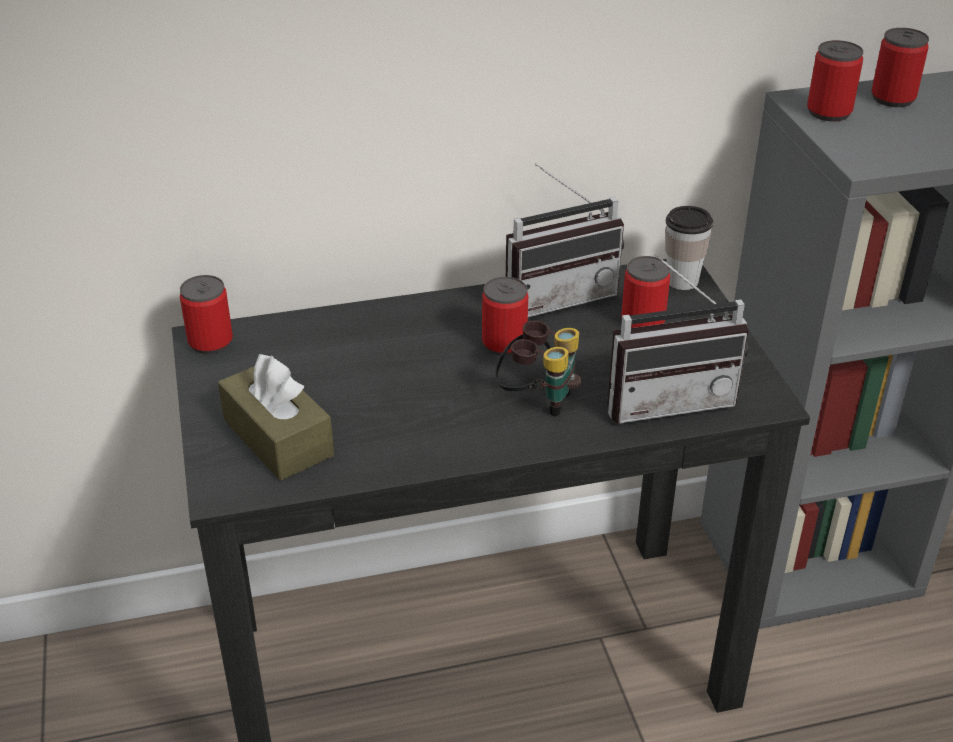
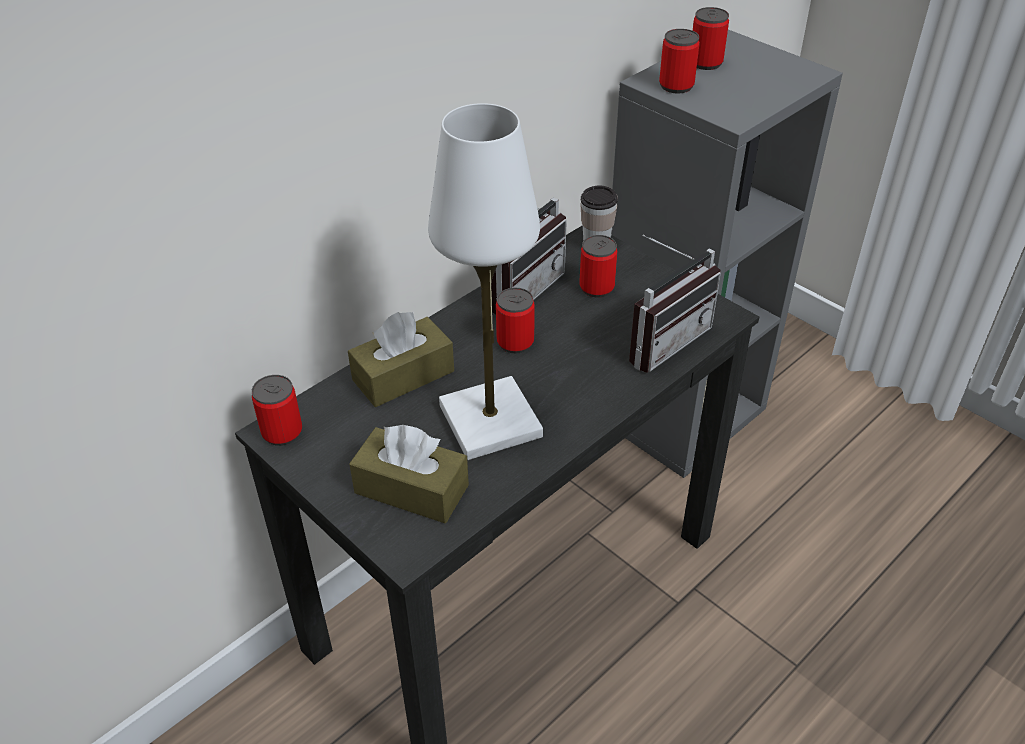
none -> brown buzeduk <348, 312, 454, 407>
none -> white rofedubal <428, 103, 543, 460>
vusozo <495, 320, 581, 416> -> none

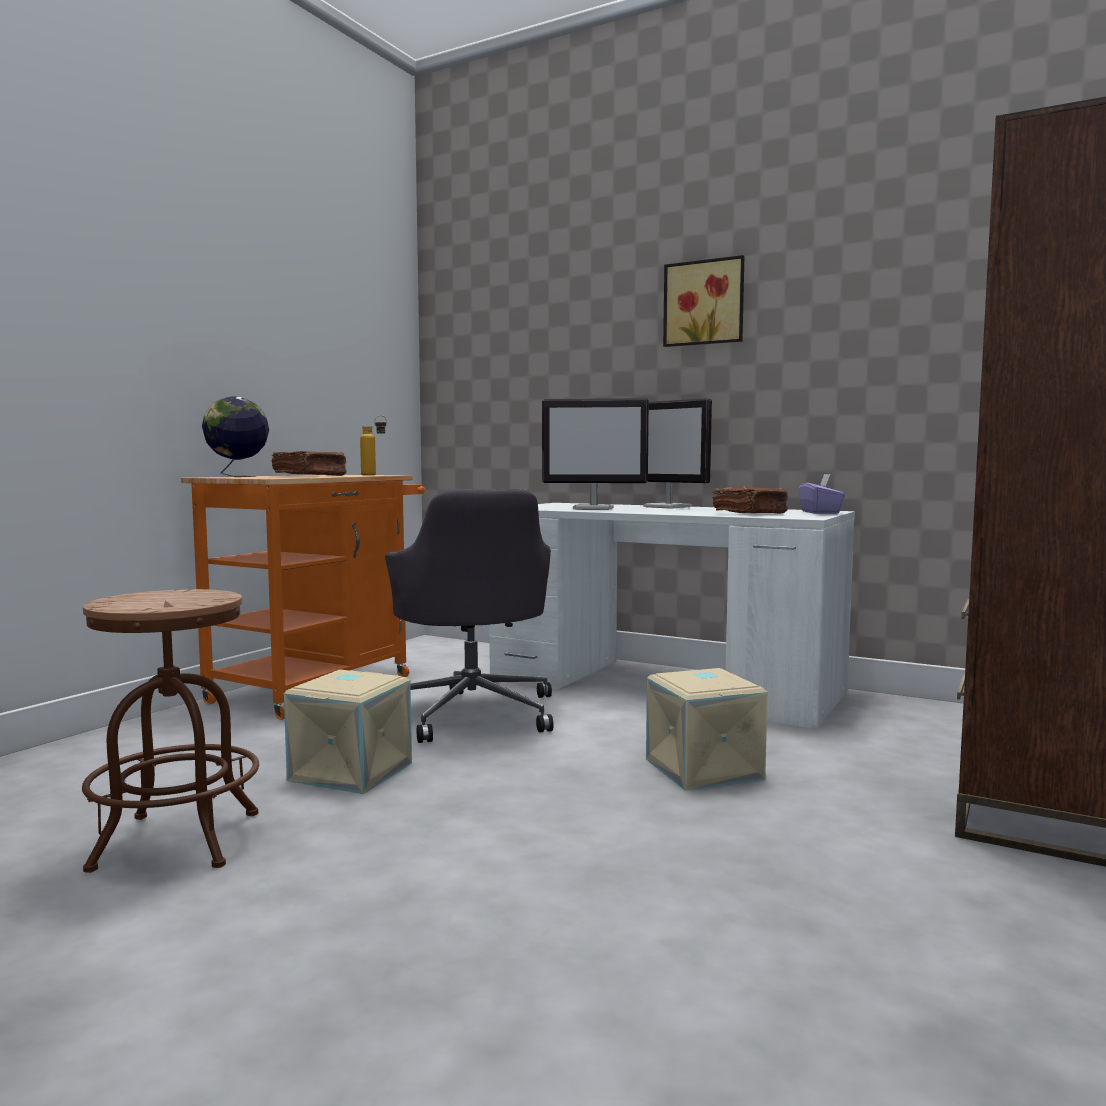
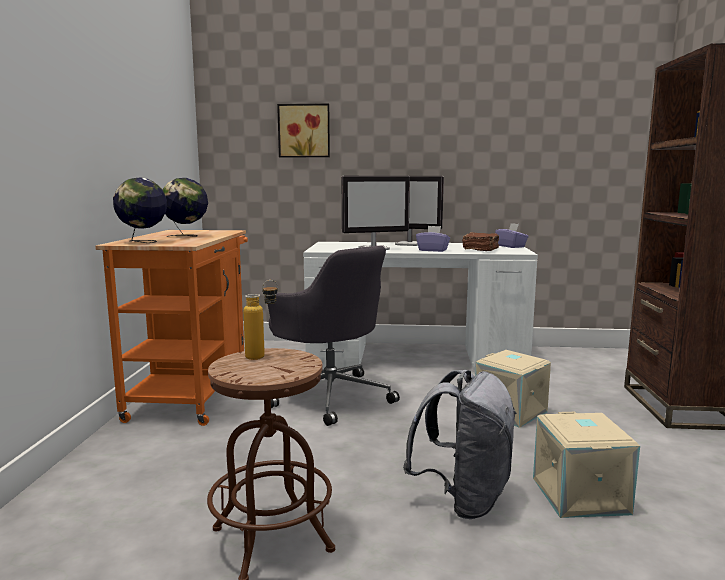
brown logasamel <271, 451, 347, 476> -> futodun <162, 178, 208, 237>
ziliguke <360, 415, 387, 475> -> ziliguke <243, 280, 278, 360>, shifted
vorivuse <663, 255, 744, 347> -> vorivuse <277, 103, 330, 157>, shifted
none -> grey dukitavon <403, 370, 517, 519>
none -> purple buzeduk <416, 226, 450, 252>
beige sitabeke <284, 669, 412, 794> -> beige sitabeke <533, 412, 640, 518>, shifted

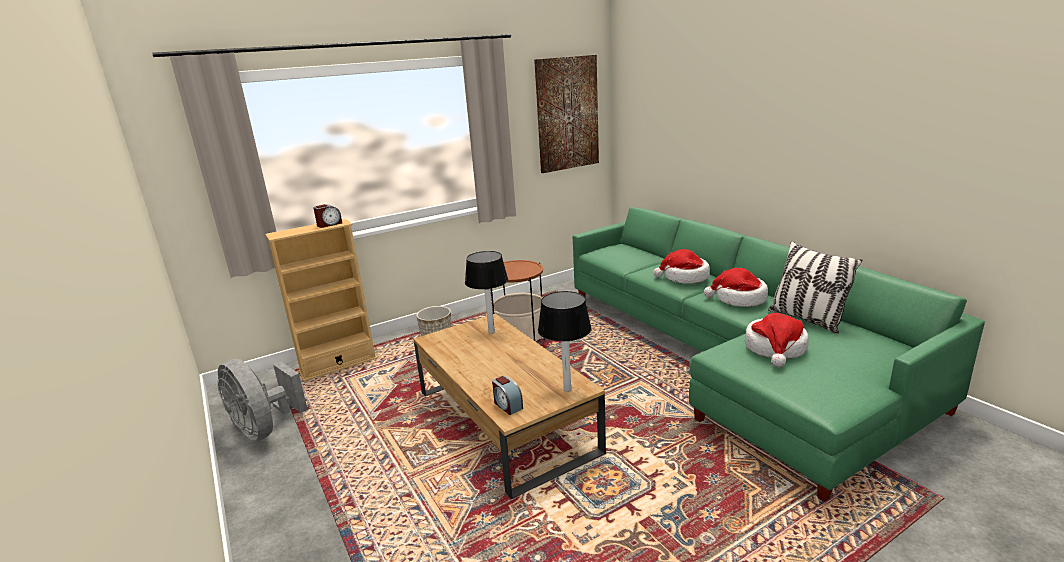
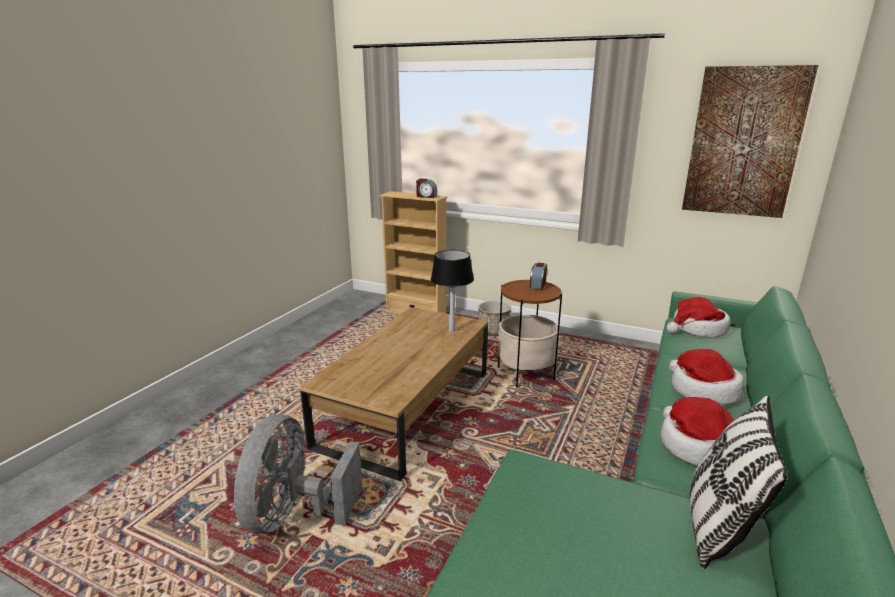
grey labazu <218, 359, 308, 442> -> grey labazu <234, 414, 362, 534>, shifted
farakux <492, 375, 523, 415> -> farakux <530, 263, 547, 290>, shifted
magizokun <745, 313, 809, 367> -> magizokun <667, 297, 731, 337>, shifted
rofedubal <538, 291, 592, 392> -> none

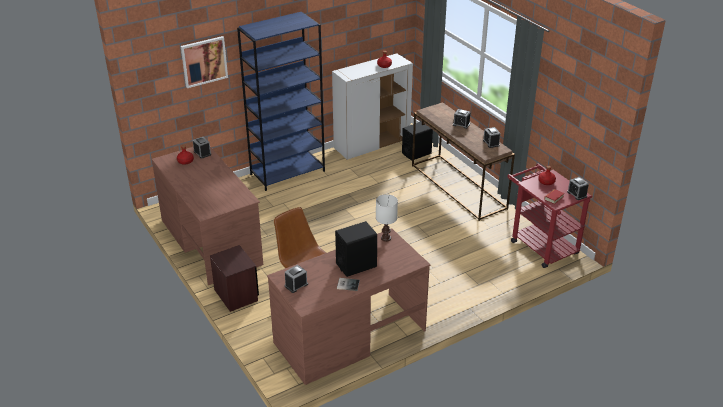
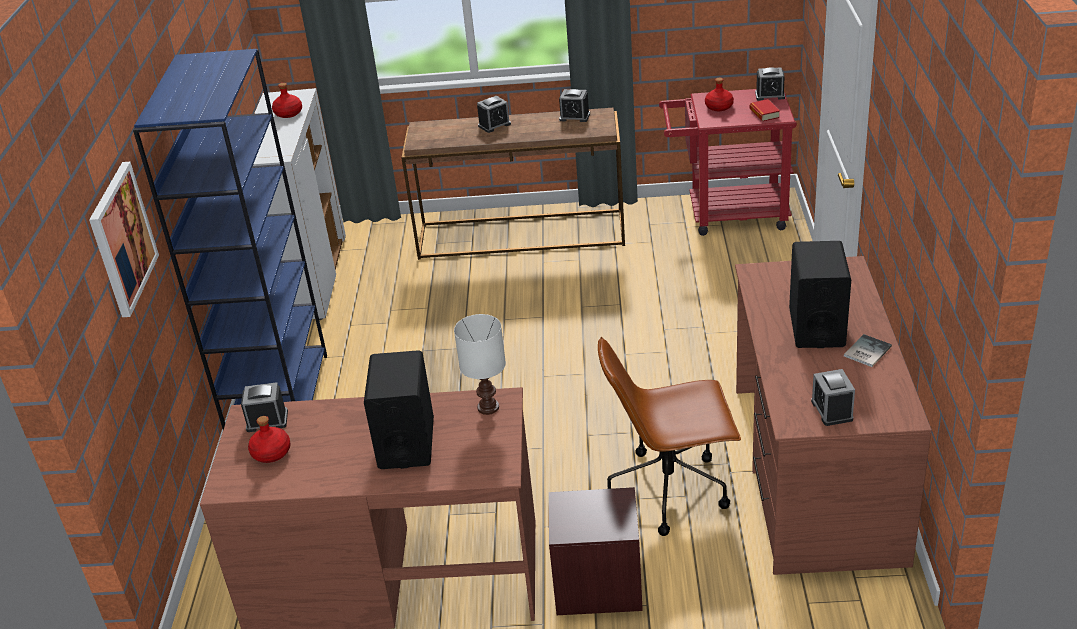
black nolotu <402, 122, 433, 161> -> black nolotu <364, 350, 434, 469>, shifted
white rofedubal <376, 194, 398, 242> -> white rofedubal <454, 314, 506, 415>, shifted

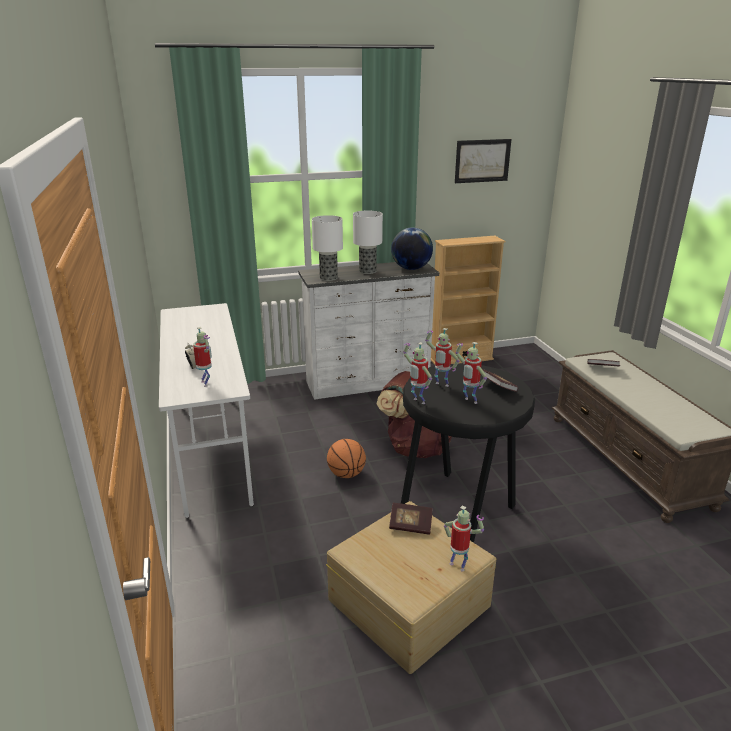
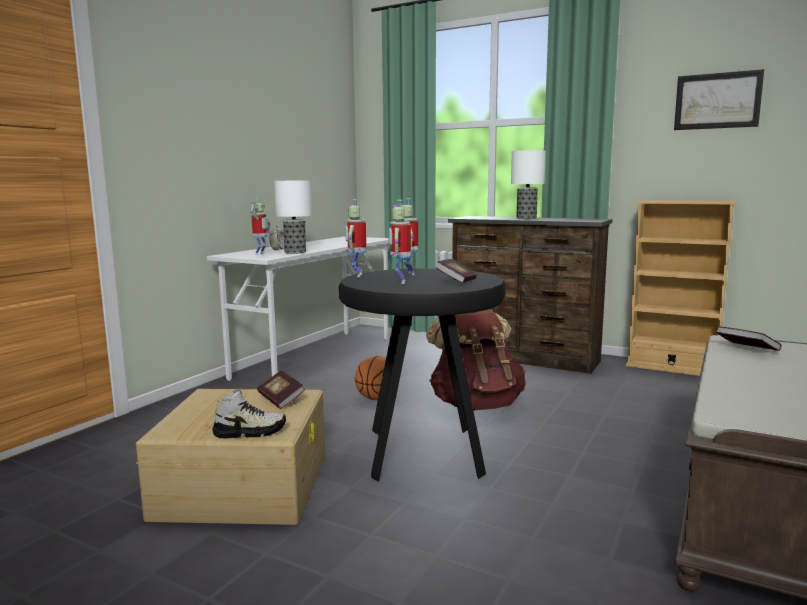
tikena <444, 505, 484, 572> -> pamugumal <213, 389, 286, 439>
rofedubal <312, 215, 343, 281> -> rofedubal <274, 180, 312, 254>, shifted
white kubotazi <298, 262, 439, 400> -> brown kubotazi <448, 216, 613, 374>
futodun <391, 227, 433, 270> -> none

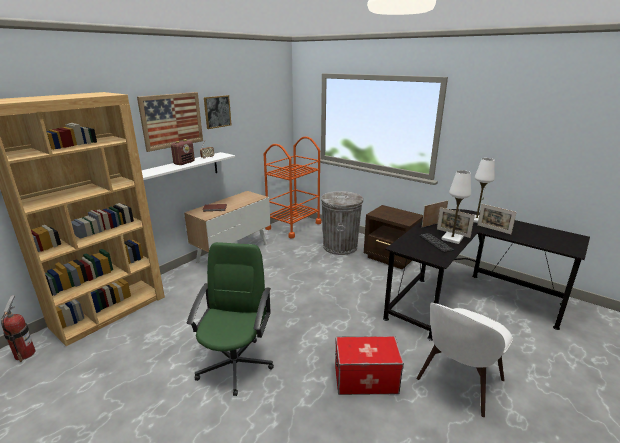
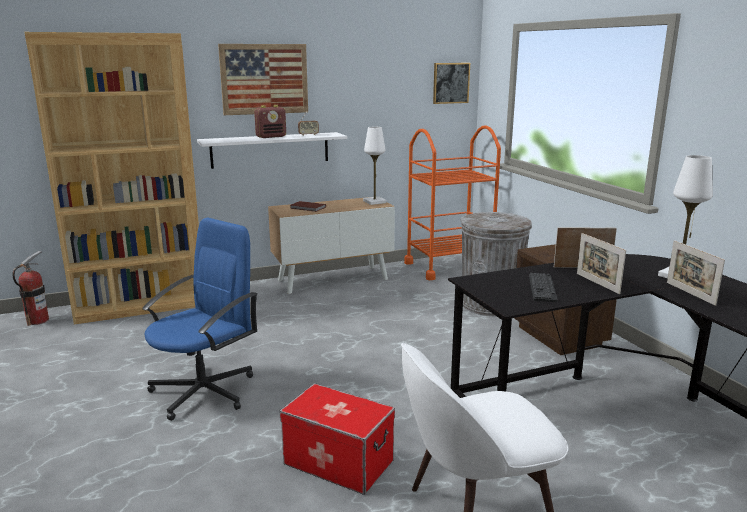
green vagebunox <187, 242, 274, 396> -> blue vagebunox <142, 218, 257, 421>
white rofedubal <442, 170, 471, 244> -> white rofedubal <363, 127, 387, 205>, shifted
vorivuse <204, 95, 232, 129> -> vorivuse <433, 63, 470, 104>, shifted

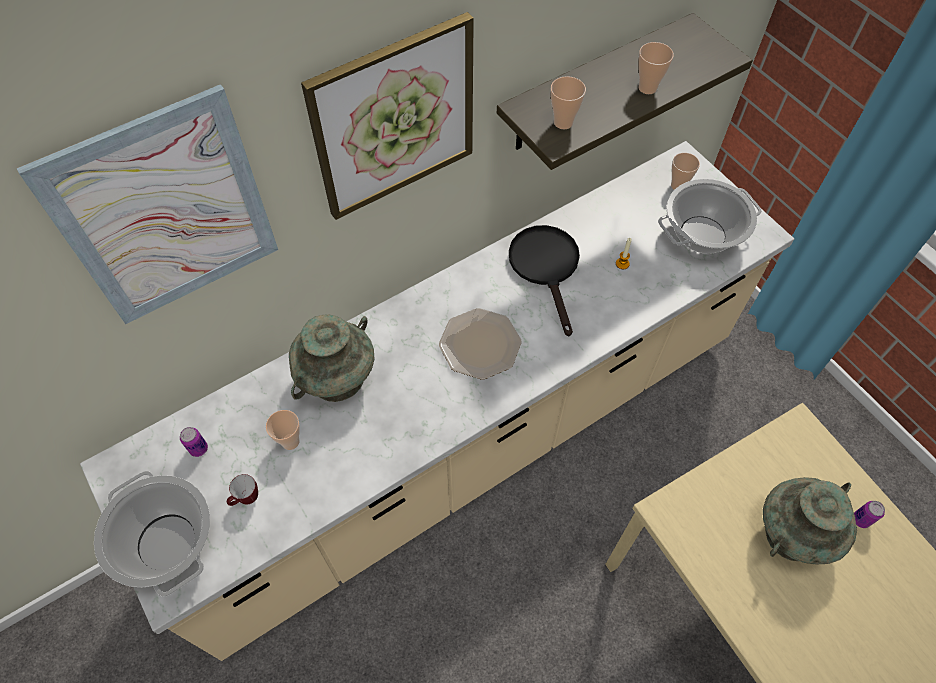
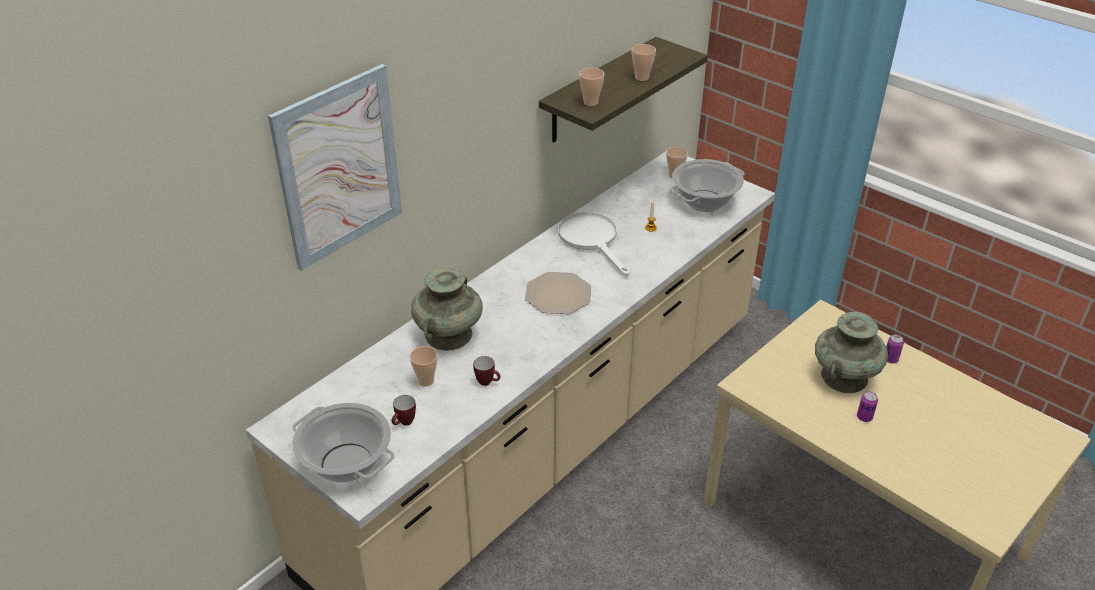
none -> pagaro <473, 356, 501, 386>
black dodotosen <509, 225, 580, 337> -> white dodotosen <558, 212, 629, 276>
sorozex <180, 427, 208, 457> -> sorozex <857, 391, 878, 422>, shifted
vorivuse <301, 12, 474, 220> -> none

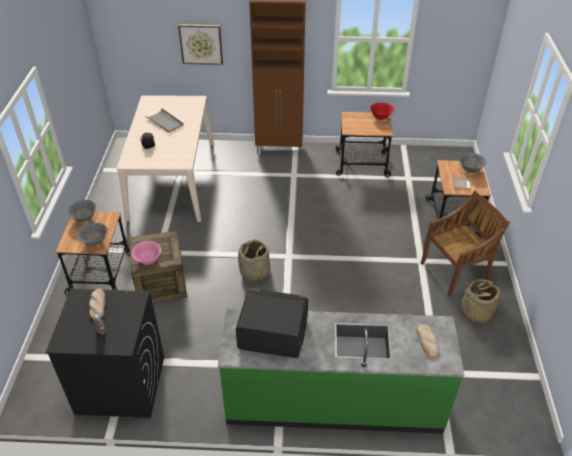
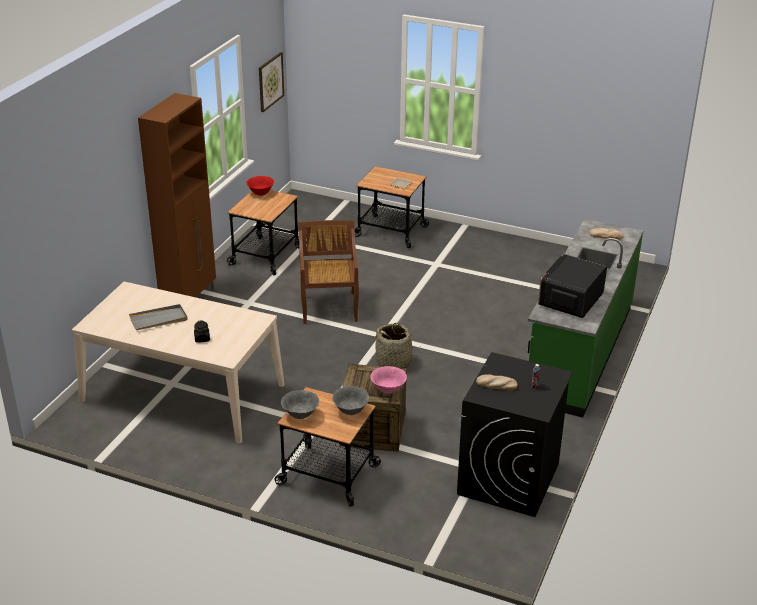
vorivuse <178, 24, 223, 65> -> vorivuse <259, 52, 284, 112>, shifted
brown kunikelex <421, 190, 510, 296> -> brown kunikelex <298, 220, 359, 324>, shifted
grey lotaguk <459, 153, 486, 173> -> none
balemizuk <461, 279, 500, 323> -> none

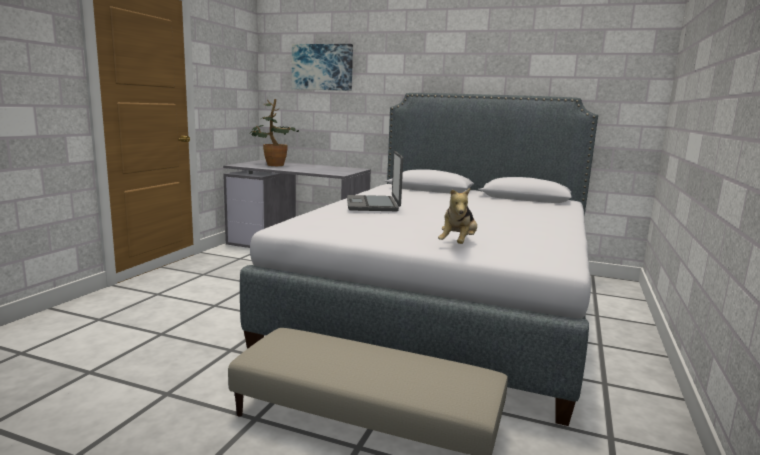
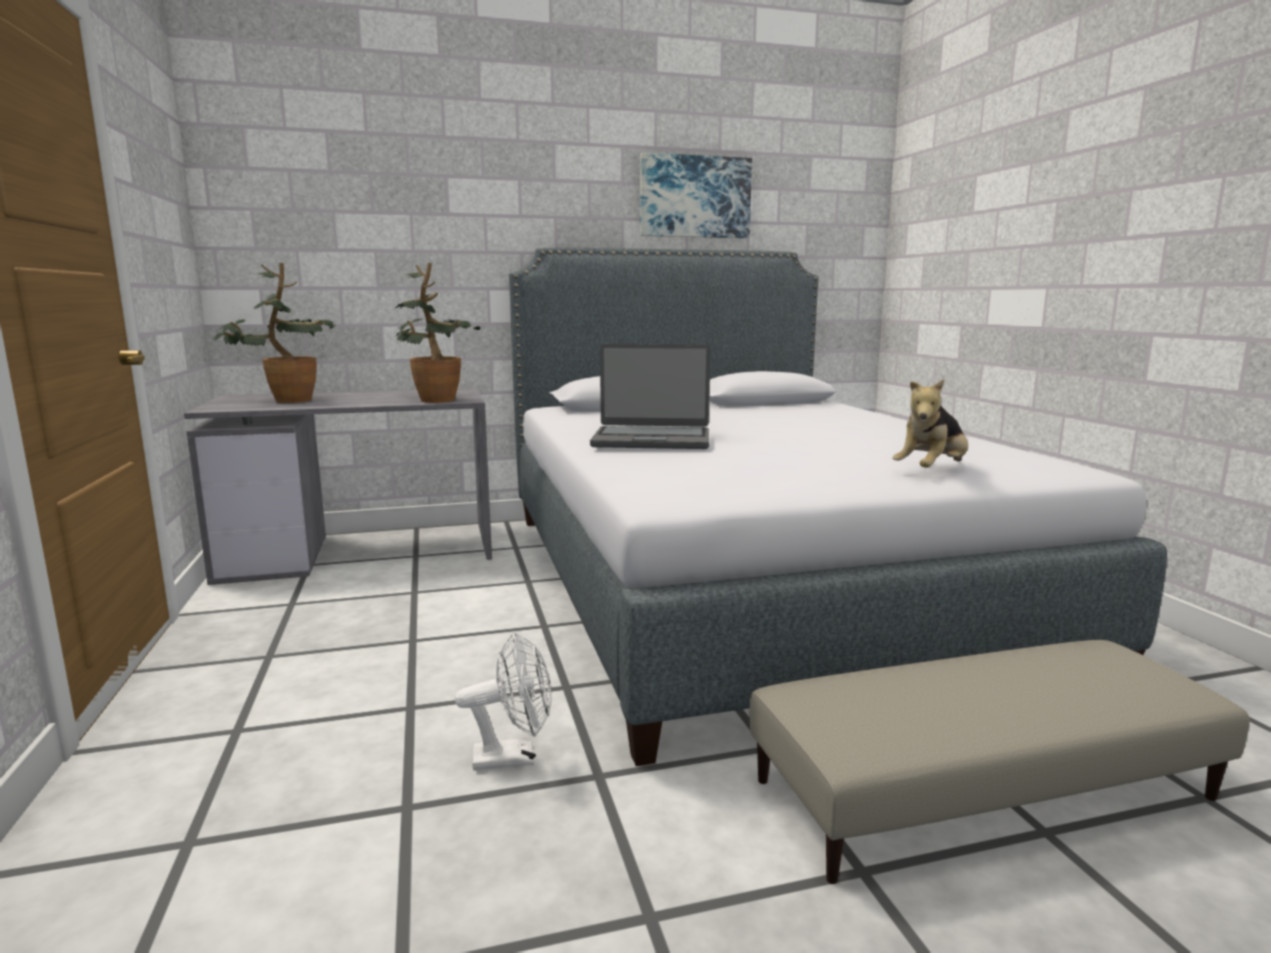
none -> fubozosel <395, 263, 480, 403>
none -> white labazu <455, 632, 552, 771>
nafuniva <347, 151, 403, 211> -> nafuniva <590, 344, 710, 449>, 45 degrees counterclockwise
vorivuse <292, 44, 353, 91> -> vorivuse <640, 153, 752, 238>, shifted
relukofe <438, 188, 477, 244> -> relukofe <892, 379, 968, 467>, 60 degrees clockwise

